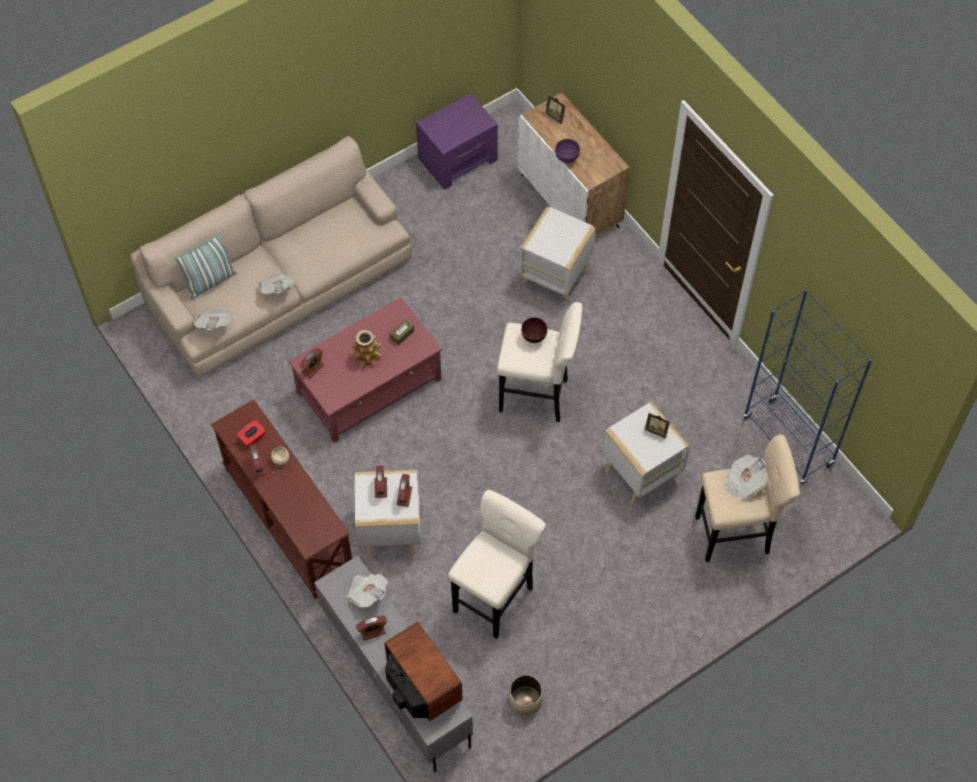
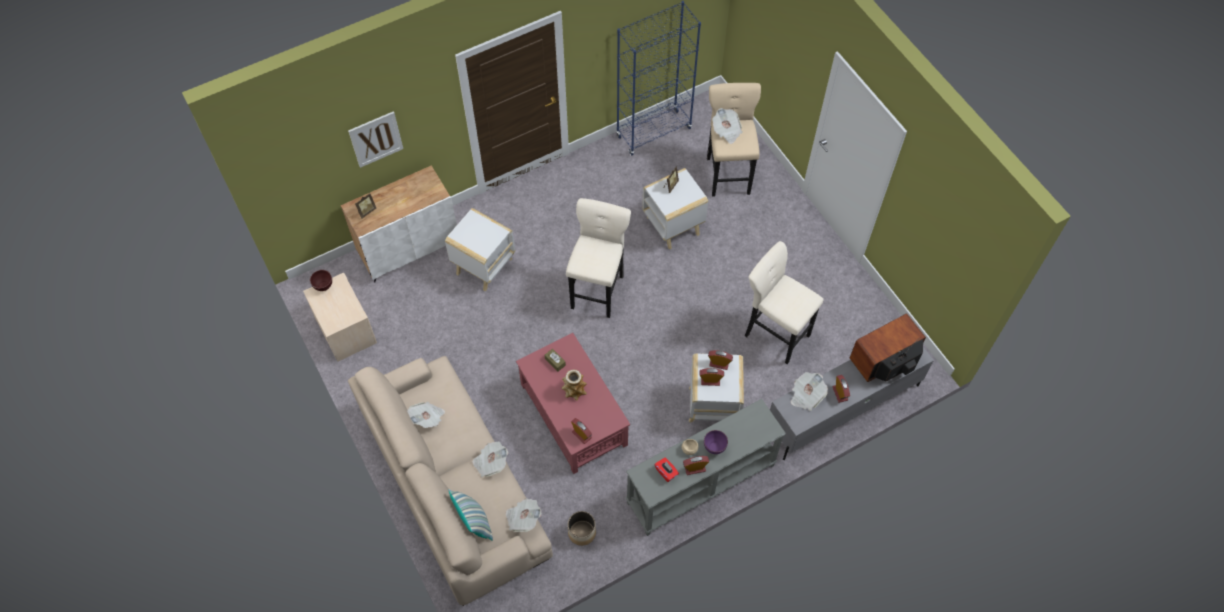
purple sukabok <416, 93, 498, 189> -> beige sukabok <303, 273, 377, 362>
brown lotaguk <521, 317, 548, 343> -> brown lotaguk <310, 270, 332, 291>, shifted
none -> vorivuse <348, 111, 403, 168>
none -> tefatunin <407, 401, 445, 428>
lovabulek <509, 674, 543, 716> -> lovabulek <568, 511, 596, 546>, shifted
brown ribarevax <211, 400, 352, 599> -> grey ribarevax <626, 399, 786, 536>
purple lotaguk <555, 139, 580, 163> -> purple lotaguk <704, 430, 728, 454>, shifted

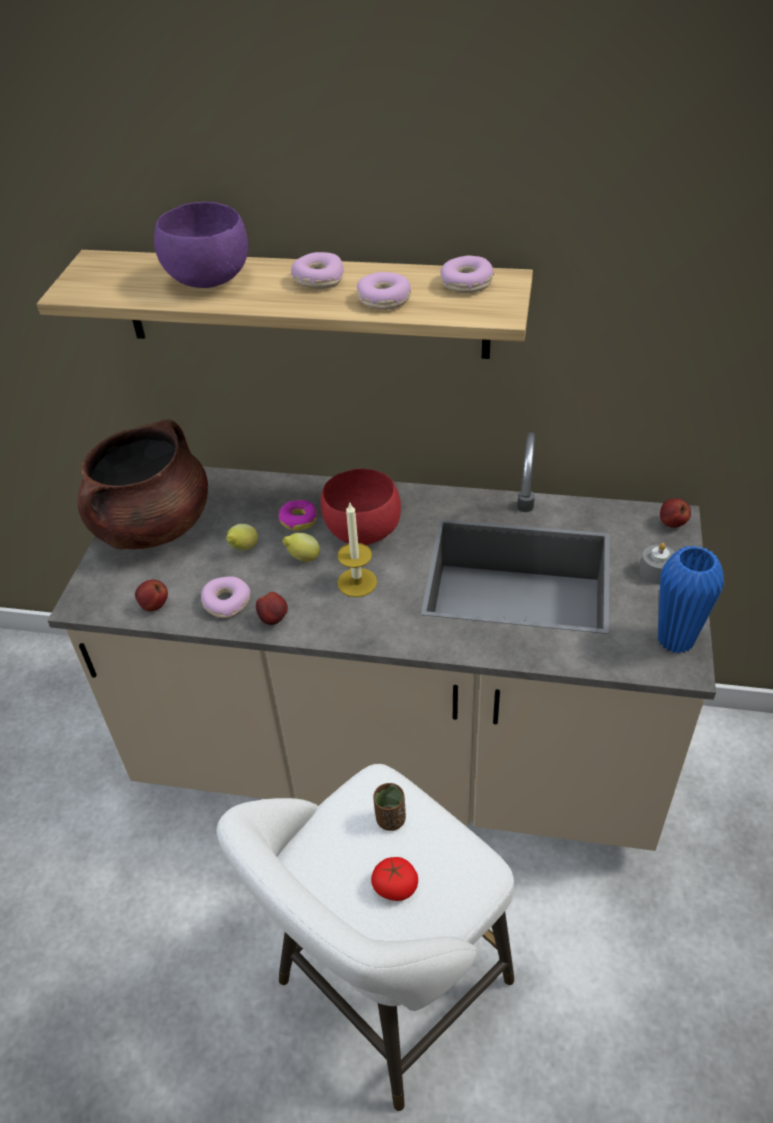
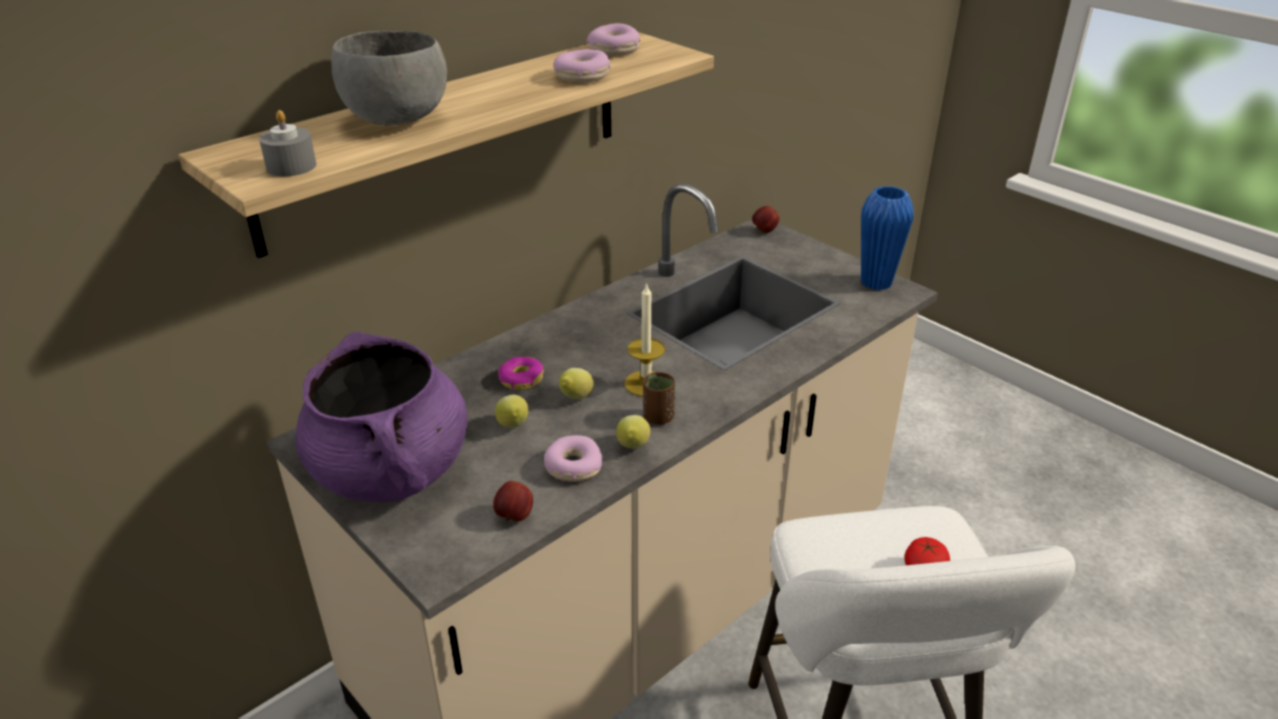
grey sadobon <639, 543, 675, 584> -> grey sadobon <259, 110, 316, 177>, shifted
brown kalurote <78, 419, 208, 549> -> purple kalurote <295, 332, 468, 503>
purple lotaguk <154, 202, 248, 288> -> grey lotaguk <331, 31, 447, 126>
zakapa <256, 592, 288, 625> -> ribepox <616, 415, 651, 449>
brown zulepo <373, 783, 406, 831> -> brown zulepo <643, 372, 675, 425>, shifted
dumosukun <291, 252, 344, 289> -> none
red lotaguk <320, 469, 401, 545> -> none

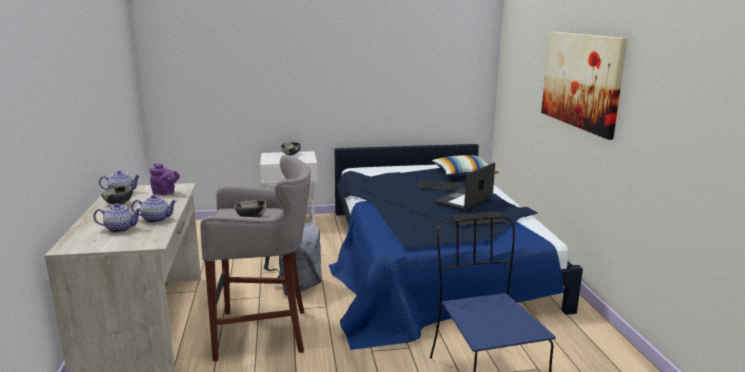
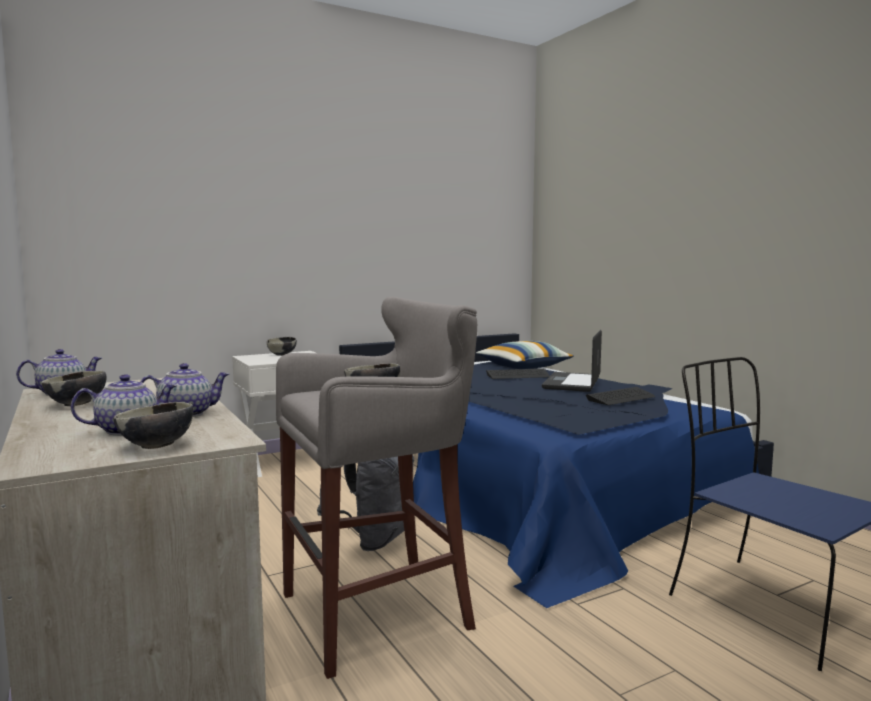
none -> lotaguk <114, 402, 193, 449>
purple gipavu <150, 163, 180, 195> -> none
vorivuse <541, 32, 628, 140> -> none

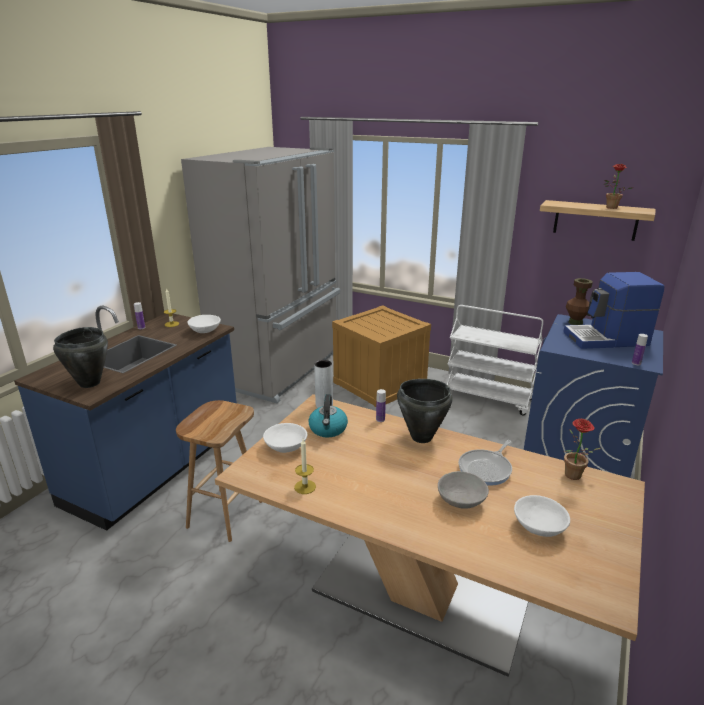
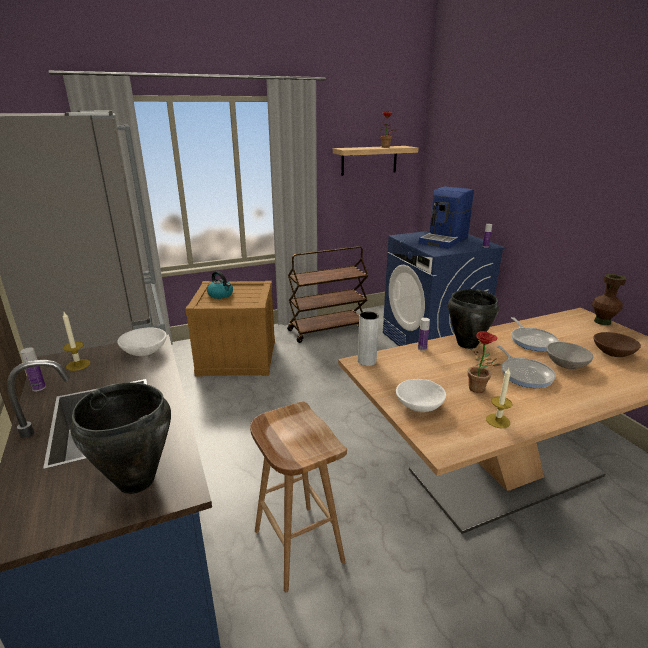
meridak <309, 394, 348, 437> -> meridak <207, 271, 233, 299>, shifted
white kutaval <447, 305, 543, 415> -> brown kutaval <287, 246, 369, 343>
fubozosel <564, 419, 601, 480> -> fubozosel <468, 331, 501, 393>, shifted
none -> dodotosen <497, 346, 556, 388>
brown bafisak <566, 278, 593, 325> -> brown bafisak <592, 274, 626, 325>, shifted
white lotaguk <514, 495, 570, 537> -> brown lotaguk <593, 332, 641, 357>

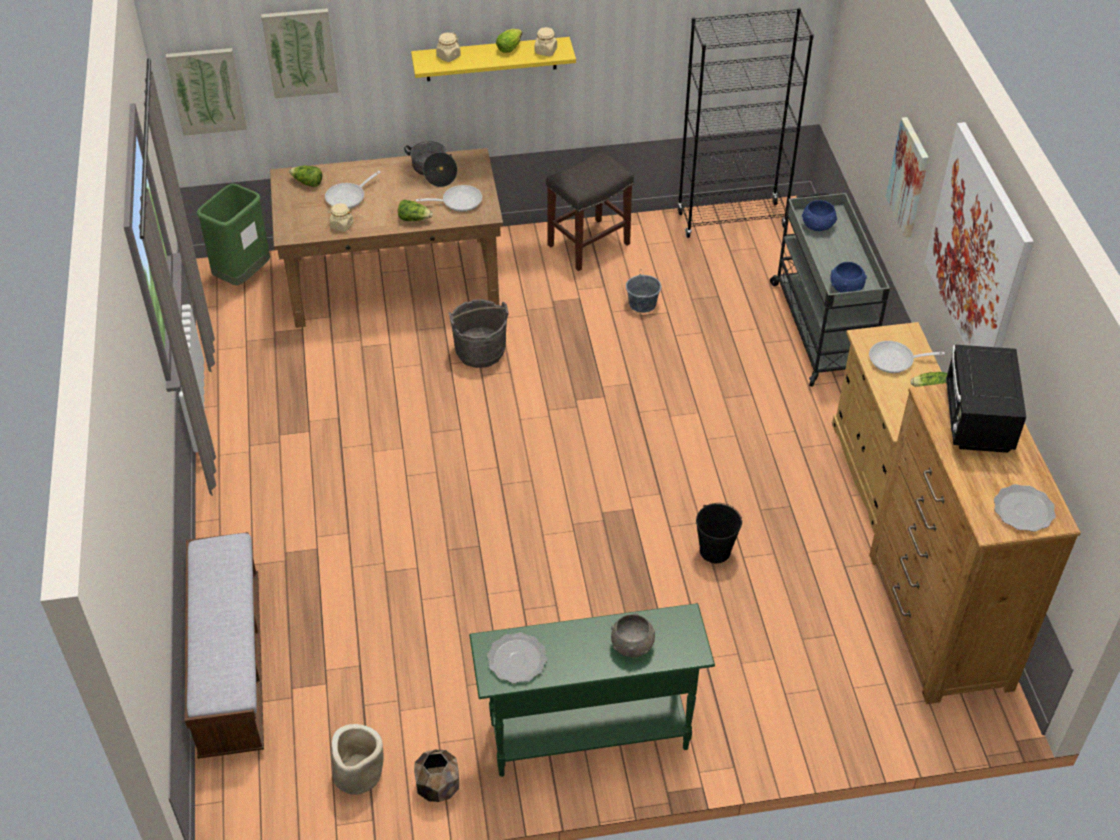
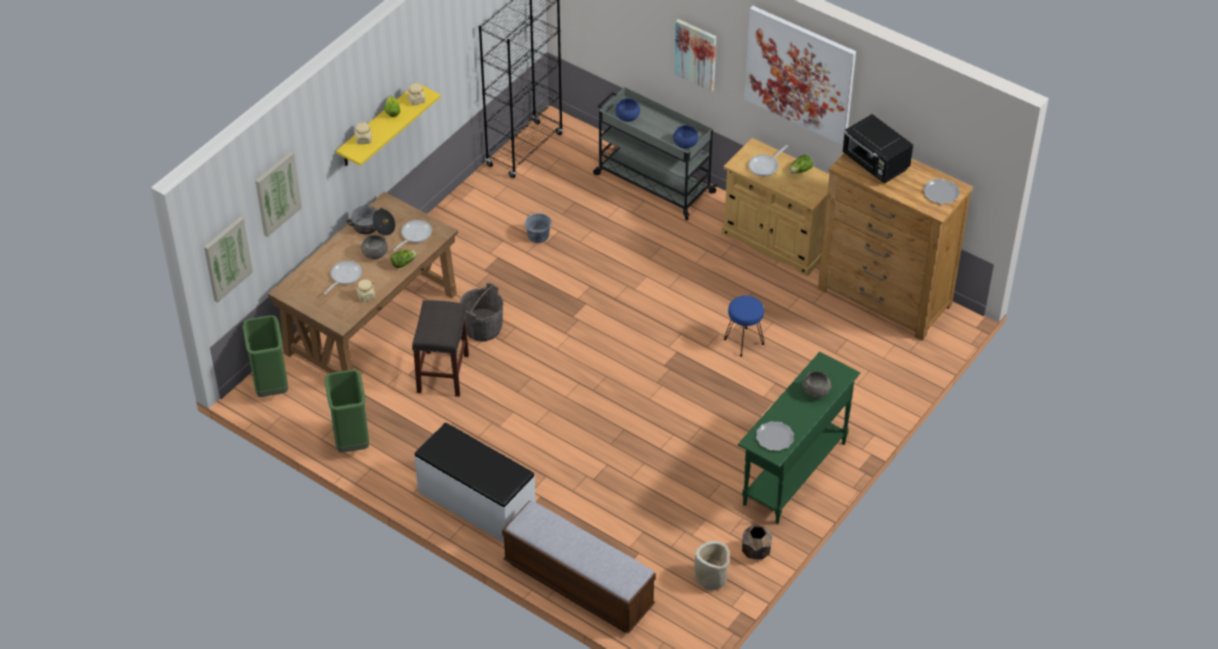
dodotosen <325, 171, 381, 209> -> dodotosen <324, 261, 362, 294>, 150 degrees counterclockwise
none -> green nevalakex <325, 370, 369, 453>
none -> grey lotaguk <361, 235, 388, 259>
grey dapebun <546, 151, 634, 271> -> grey dapebun <412, 300, 469, 397>, shifted
none -> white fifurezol <414, 423, 536, 543>
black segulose <696, 503, 742, 563> -> blue dapebun <724, 296, 764, 357>
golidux <289, 166, 322, 187> -> none

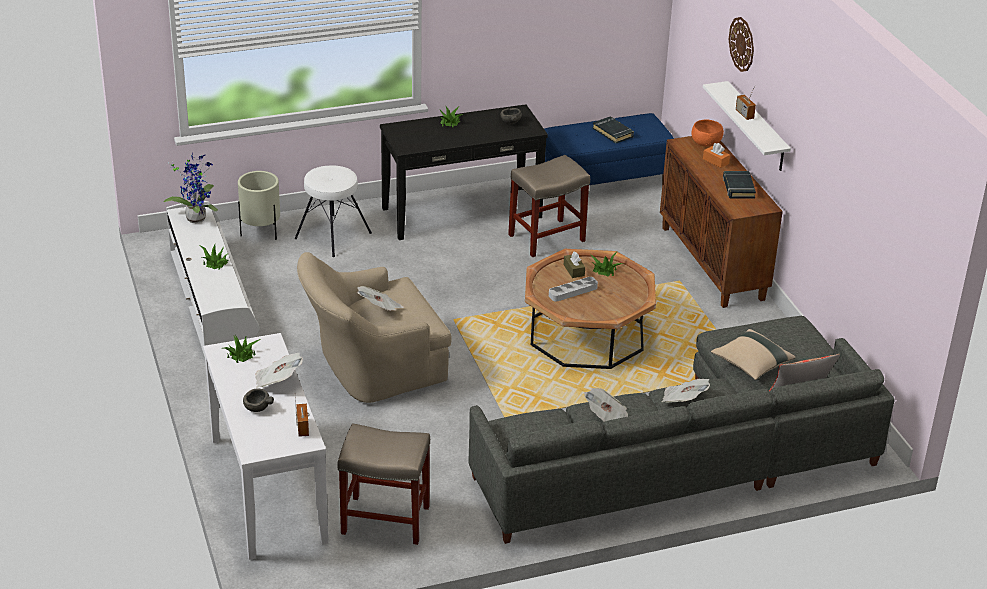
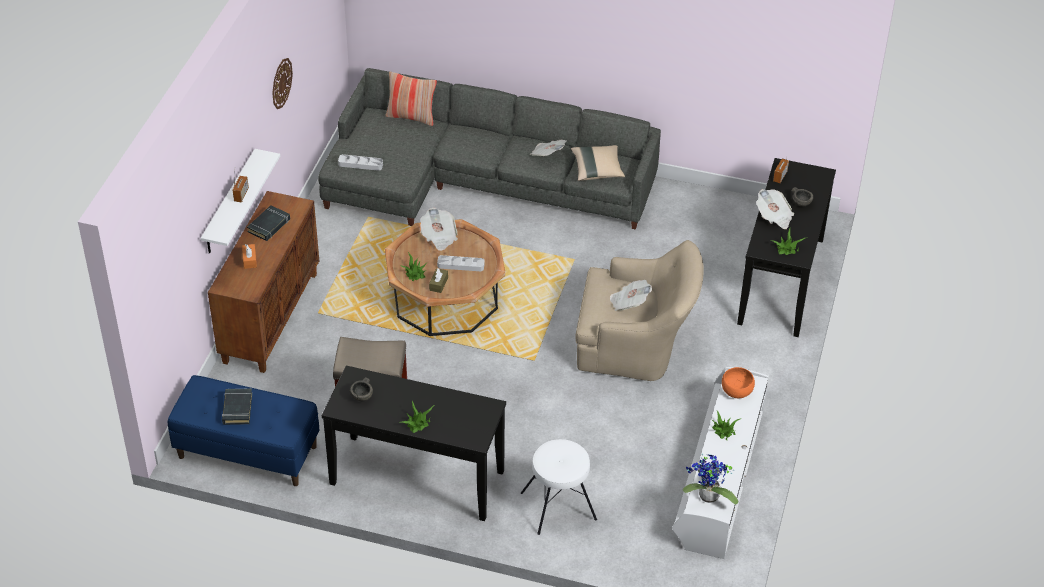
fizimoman <729, 17, 754, 72> -> fizimoman <272, 58, 293, 109>, shifted
none -> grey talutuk <338, 154, 383, 171>
tefatunin <662, 379, 710, 403> -> tefatunin <420, 208, 458, 251>, shifted
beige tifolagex <711, 329, 796, 380> -> beige tifolagex <571, 145, 625, 181>, shifted
orange lotaguk <691, 119, 724, 147> -> orange lotaguk <722, 367, 755, 398>, shifted
white ribarevax <203, 333, 328, 560> -> black ribarevax <737, 158, 836, 337>
beige lovabulek <238, 171, 280, 240> -> none
beige dapebun <337, 423, 430, 545> -> none

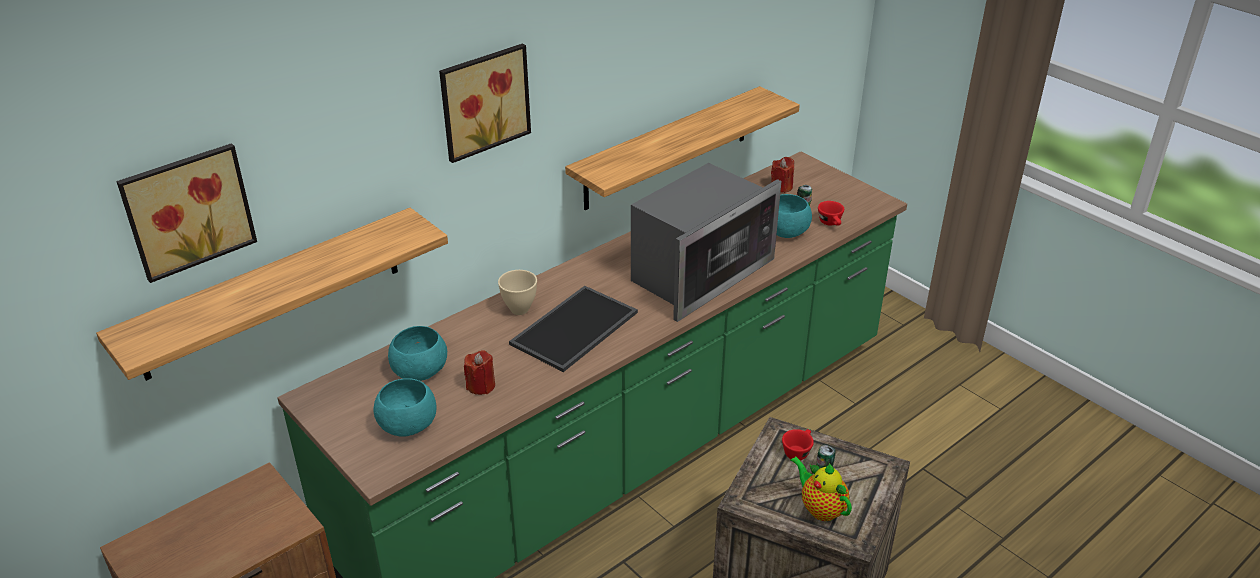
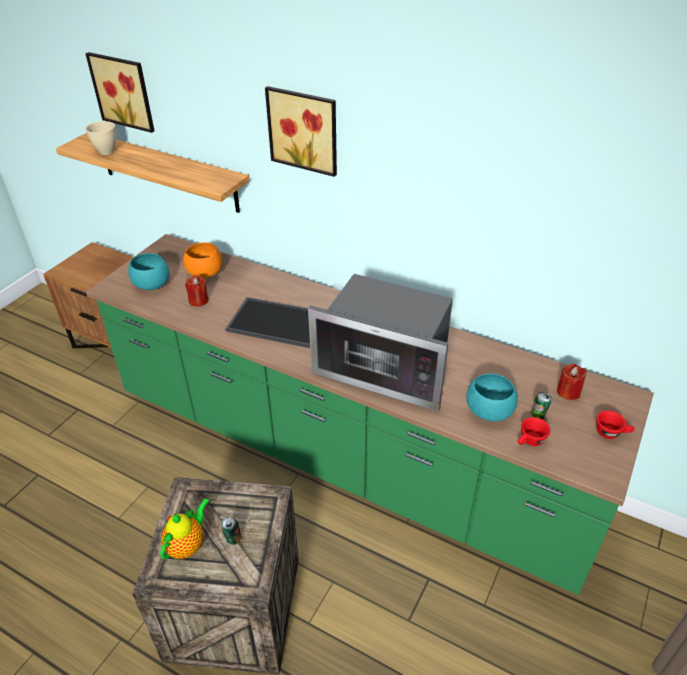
beige lotaguk <498, 270, 537, 315> -> beige lotaguk <85, 121, 116, 155>, shifted
turquoise lotaguk <388, 326, 447, 381> -> orange lotaguk <183, 243, 222, 278>
red zulepo <782, 429, 814, 460> -> red zulepo <596, 410, 634, 439>, shifted
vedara <565, 86, 800, 210> -> none

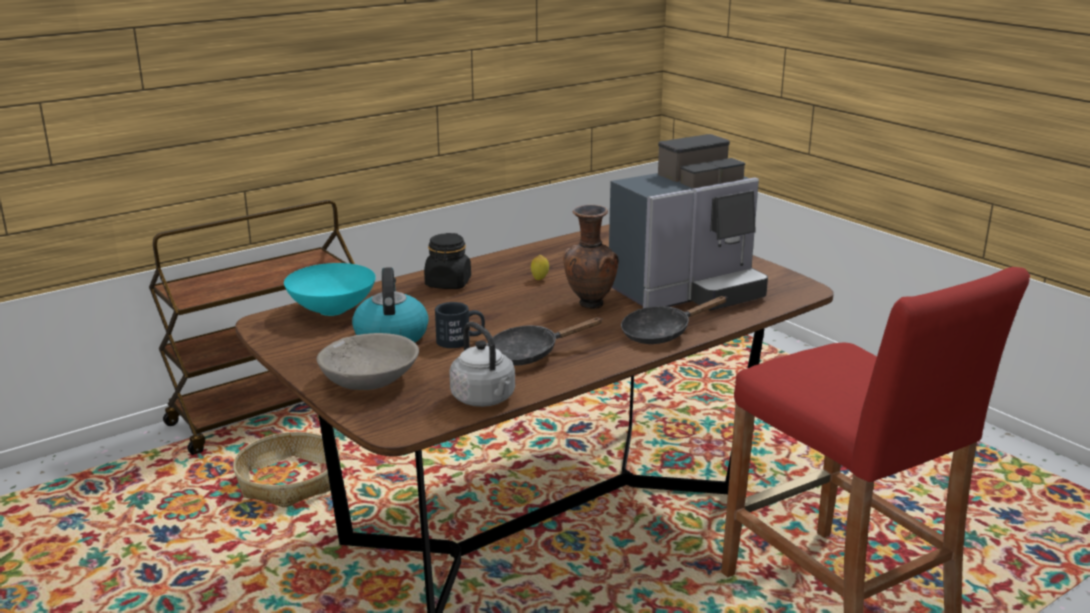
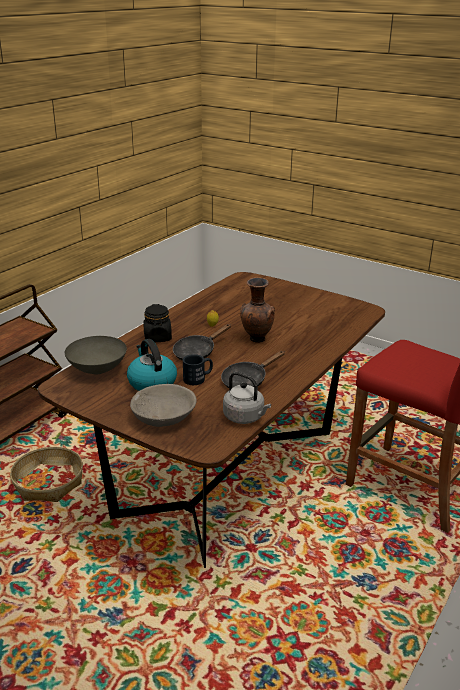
turquoise lotaguk <284, 263, 376, 316> -> grey lotaguk <65, 336, 127, 375>
black dodotosen <621, 296, 727, 344> -> black dodotosen <173, 324, 231, 361>, shifted
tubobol <609, 134, 768, 311> -> none

